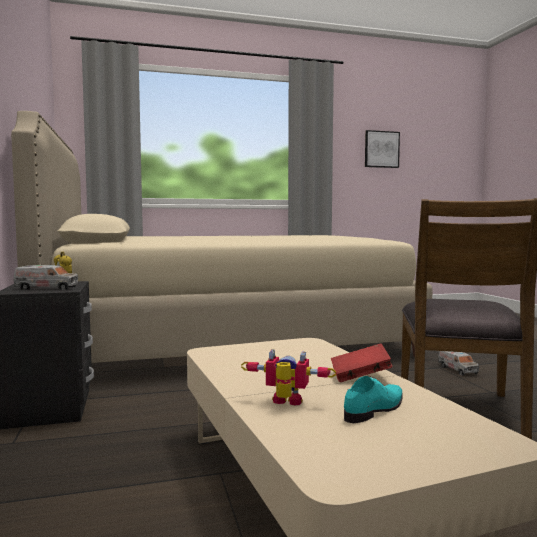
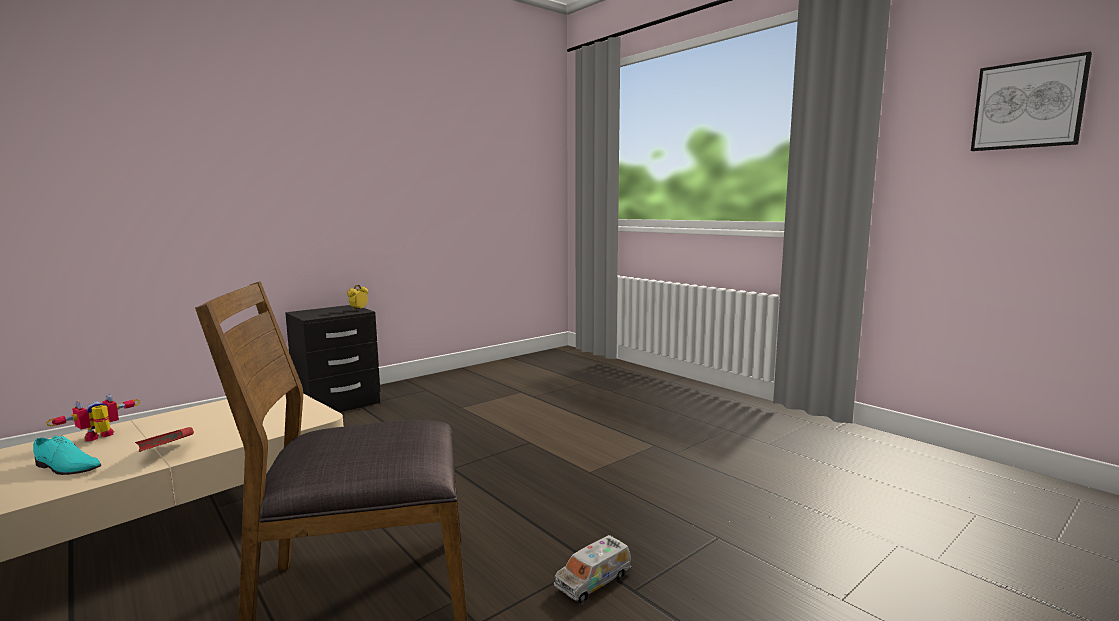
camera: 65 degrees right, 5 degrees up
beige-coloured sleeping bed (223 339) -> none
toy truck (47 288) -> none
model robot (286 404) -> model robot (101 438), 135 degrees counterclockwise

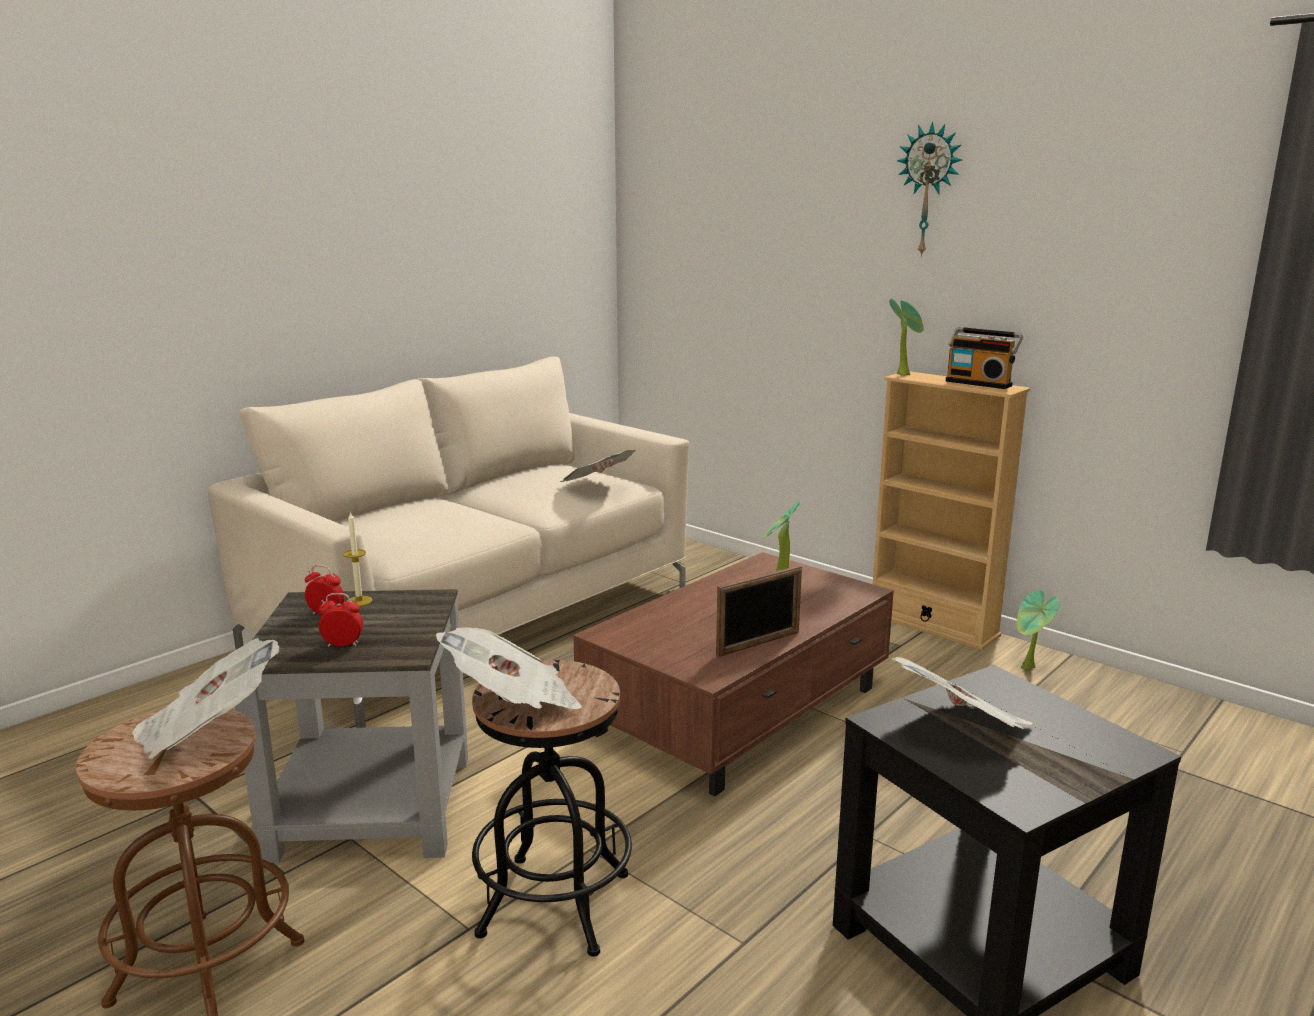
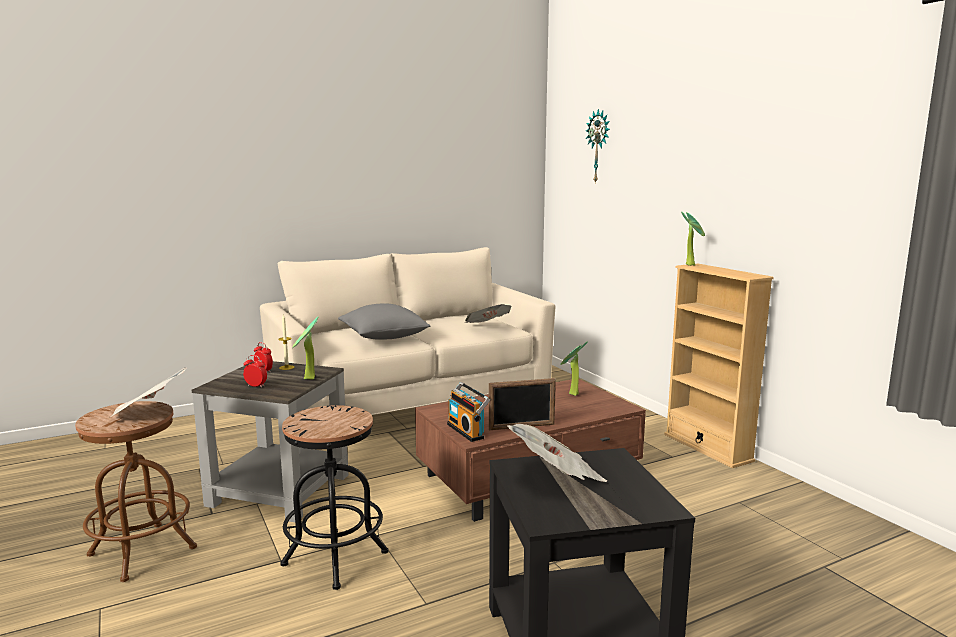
camera: 20 degrees right, 5 degrees down
daily paper (513 702) -> none
none -> gray throw pillow (383 337)
wall clock (929 190) -> wall clock (599 146), relocated
radio receiver (979 383) -> radio receiver (467 431), relocated
houseplant (1028 669) -> houseplant (308 379), relocated

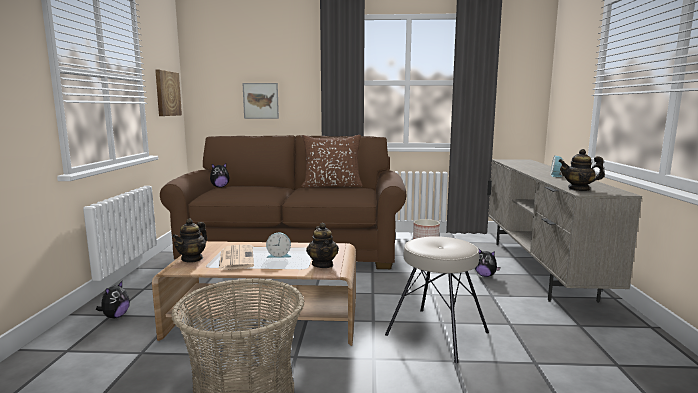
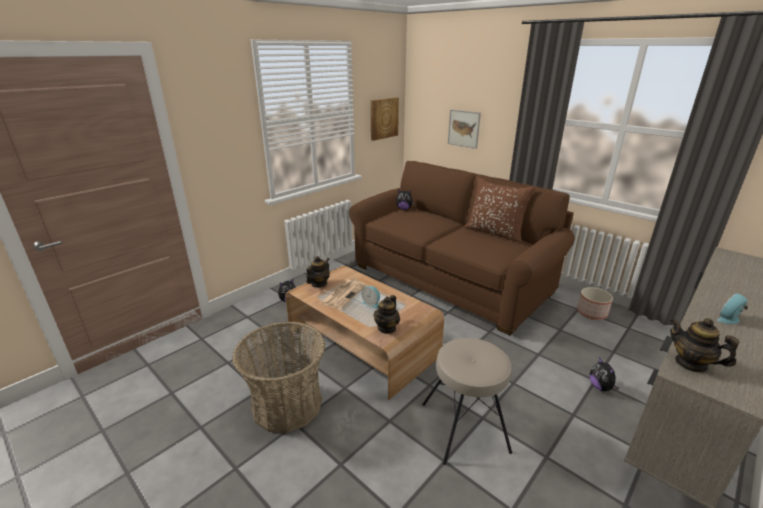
camera: 40 degrees right, 15 degrees up
pot for tea (192 259) -> pot for tea (319 284), 150 degrees clockwise

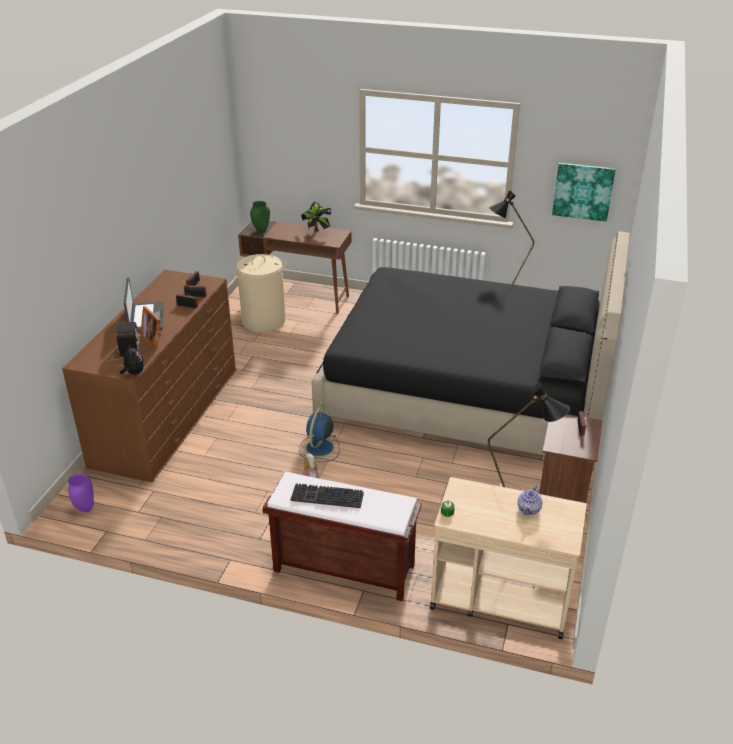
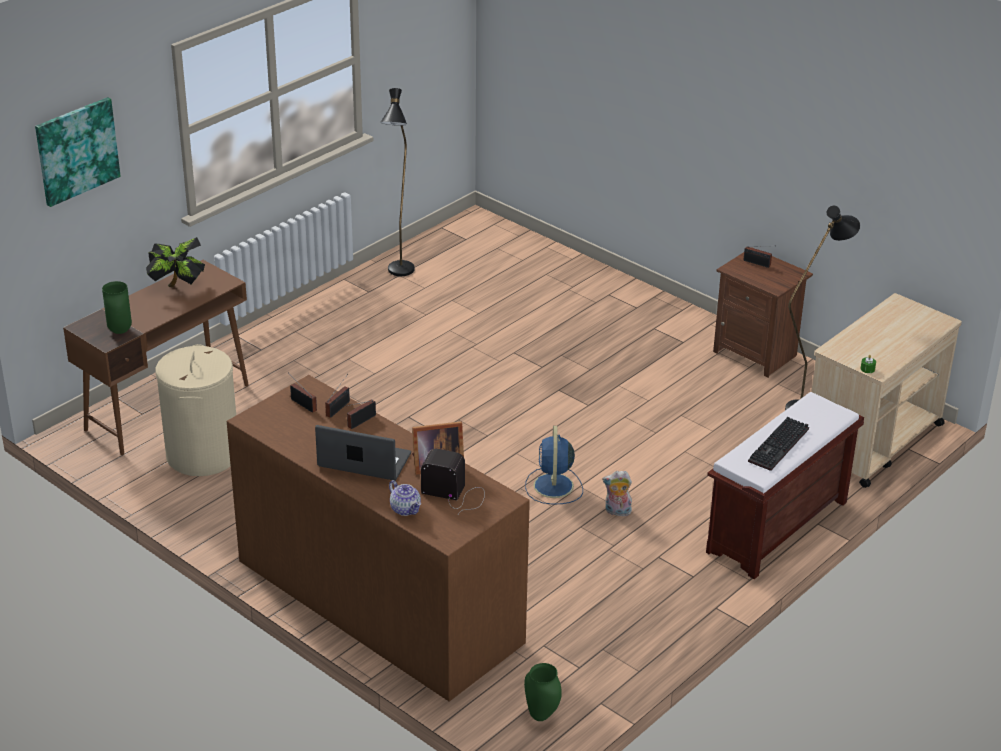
camera: 65 degrees left, 0 degrees up
plush toy (134 373) -> none
black sleeping bed (466 392) -> none
pot for tea (529 509) -> pot for tea (406 509), relocated
wall art (583 191) -> wall art (76 150), relocated
purplish flower vase (85 509) -> green-coloured flower vase (541 716)
blue-coloured cooling fan (319 448) -> blue-coloured cooling fan (553 487), 45 degrees clockwise

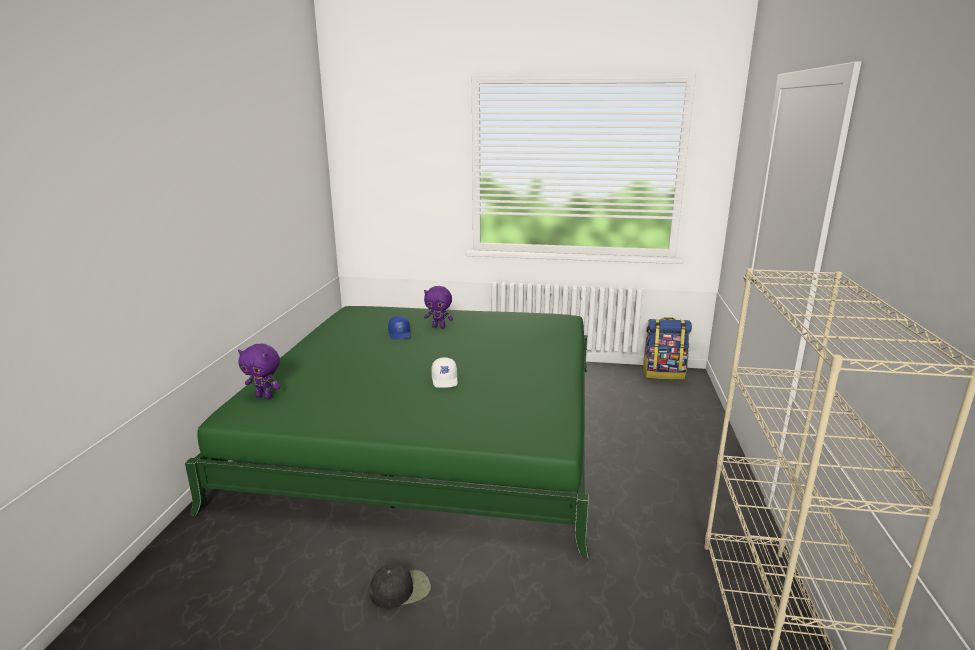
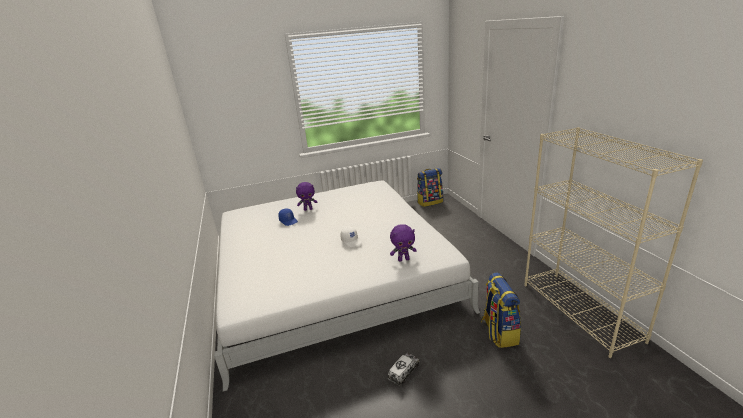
camera: 25 degrees left, 5 degrees up
none -> knapsack (498 332)
purplish plush toy (264 396) -> purplish plush toy (403 259), relocated
black cap (401 589) -> toy truck (404 372)
green-coloured sleeping bed (430 427) -> white sleeping bed (330 274)

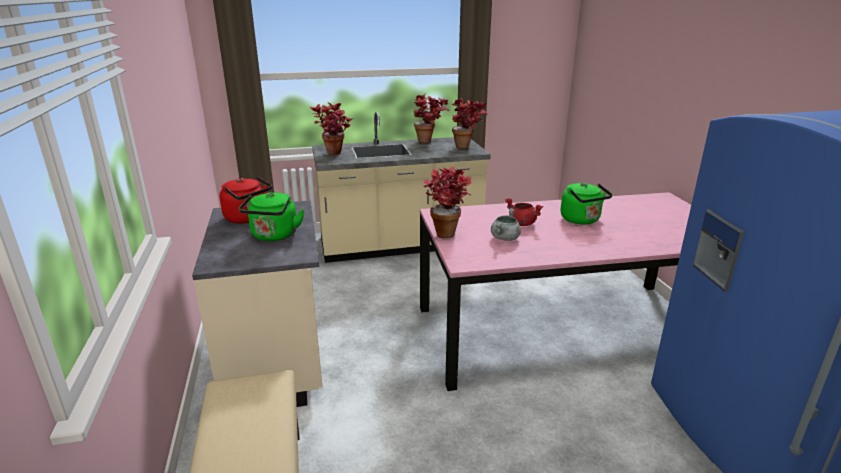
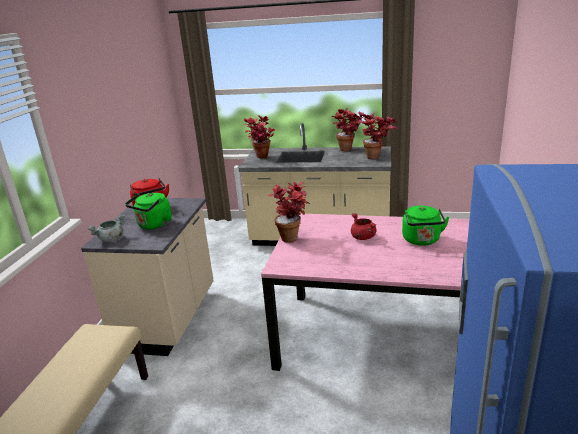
camera: 25 degrees right, 0 degrees up
gray stockpot (505 238) -> gray stockpot (111 240), relocated

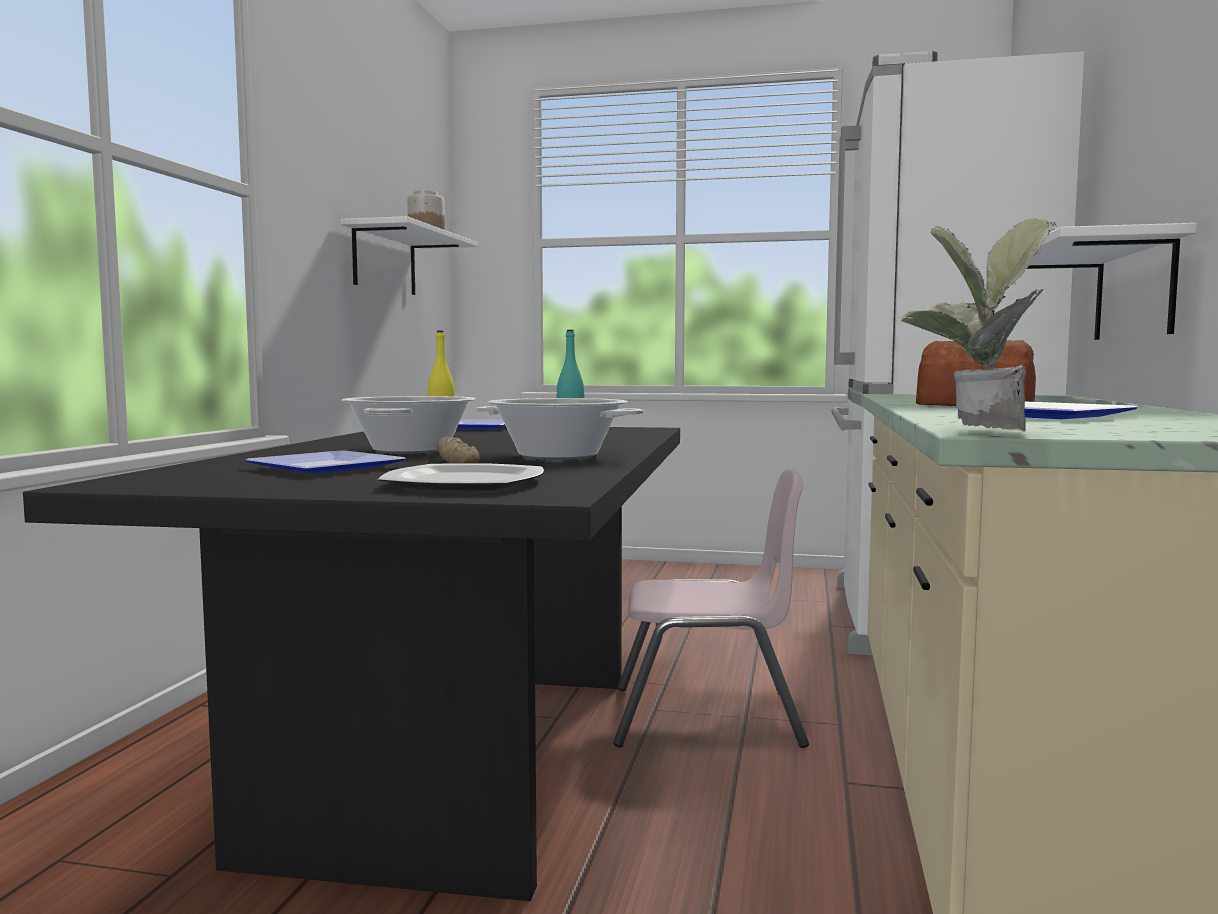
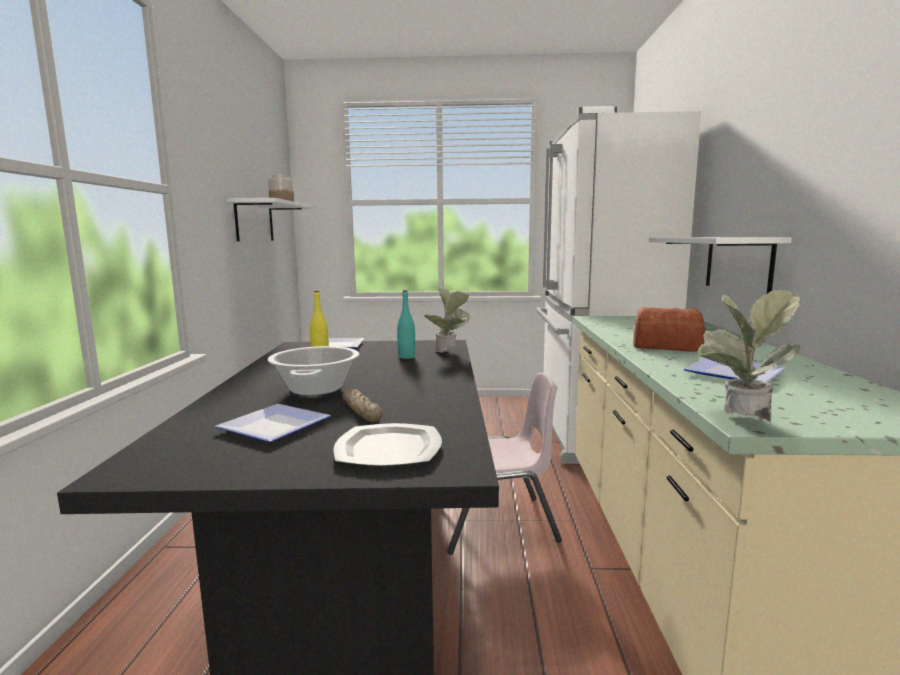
camera: 10 degrees left, 5 degrees up
stockpot (558 456) -> none
none -> houseplant (450 352)

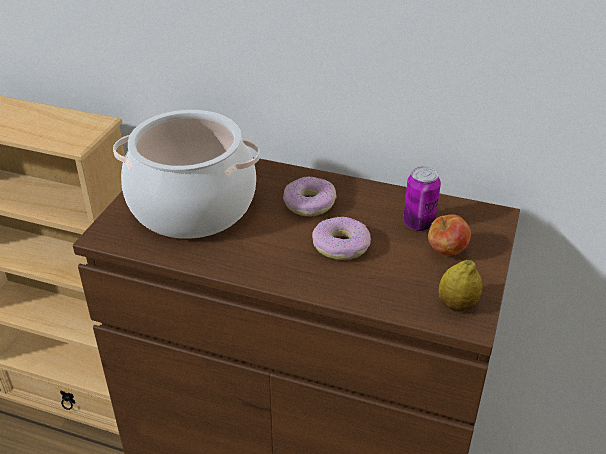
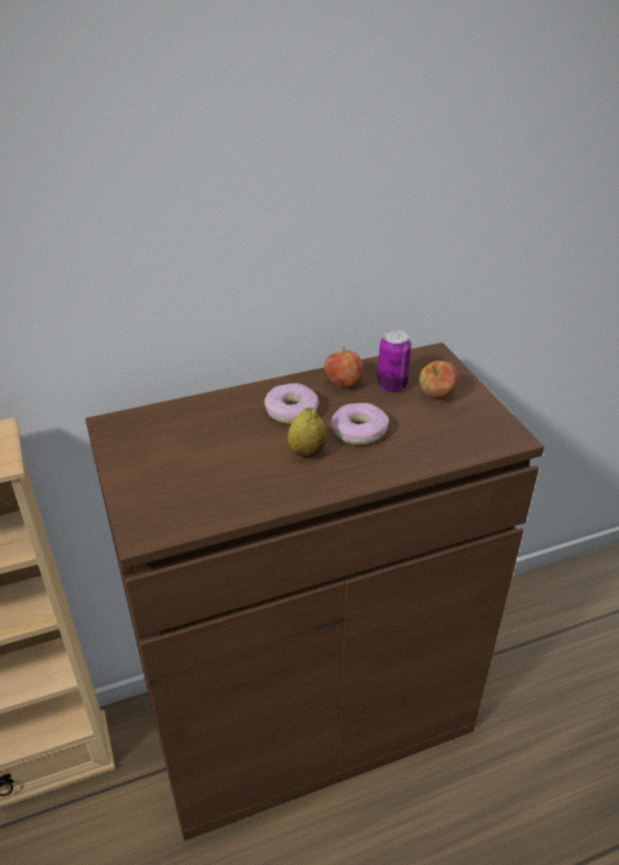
camera: 40 degrees left, 0 degrees up
stockpot (191 206) -> none
none -> apple fruit (343 384)
citrus fruit (457 305) -> citrus fruit (307 452), relocated

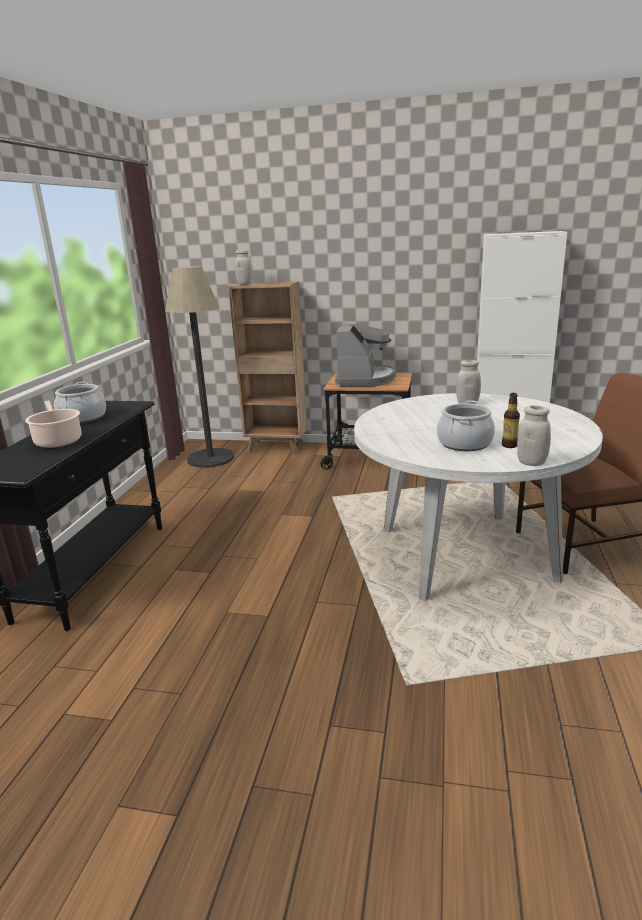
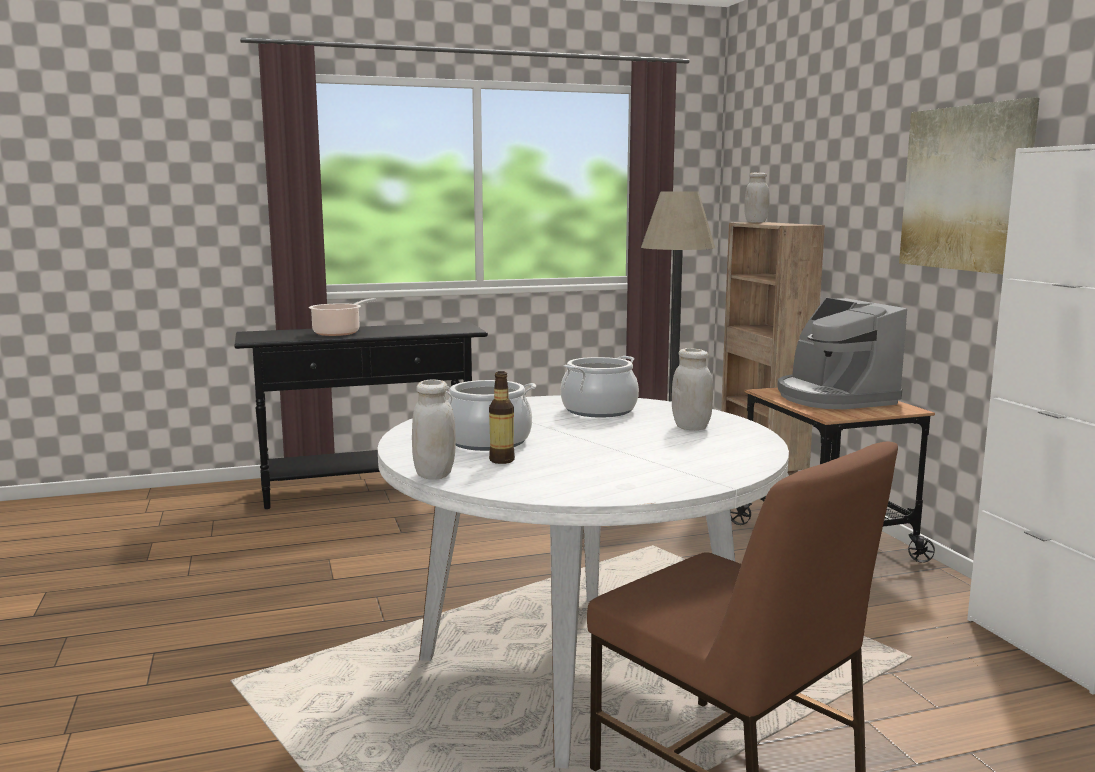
camera: 60 degrees right, 10 degrees down
none -> wall art (966 188)
stockpot (83 418) -> stockpot (599 410), relocated
coffee machine (364 379) -> coffee machine (833 397), 90 degrees clockwise

